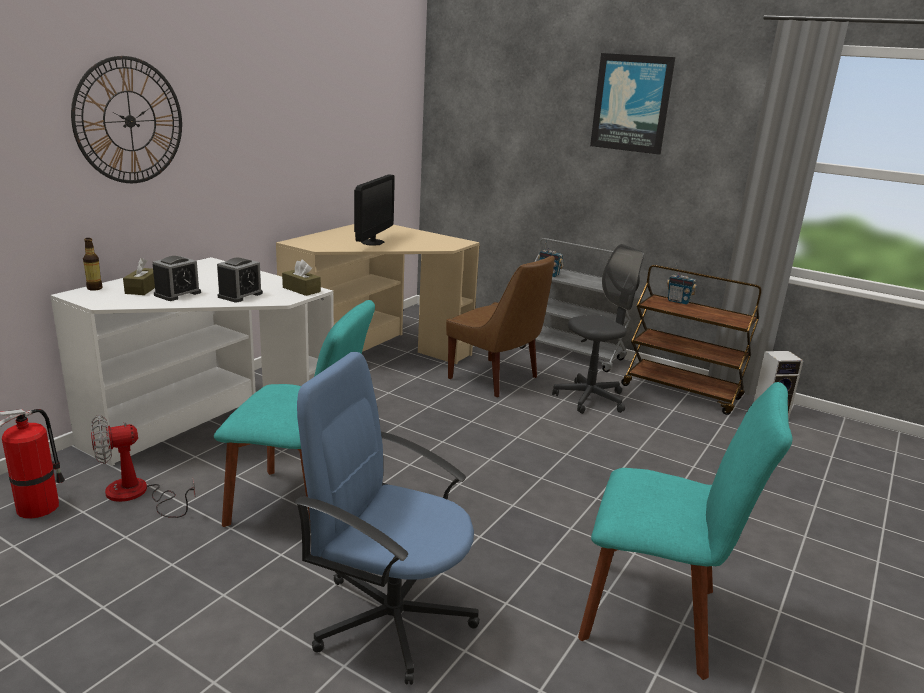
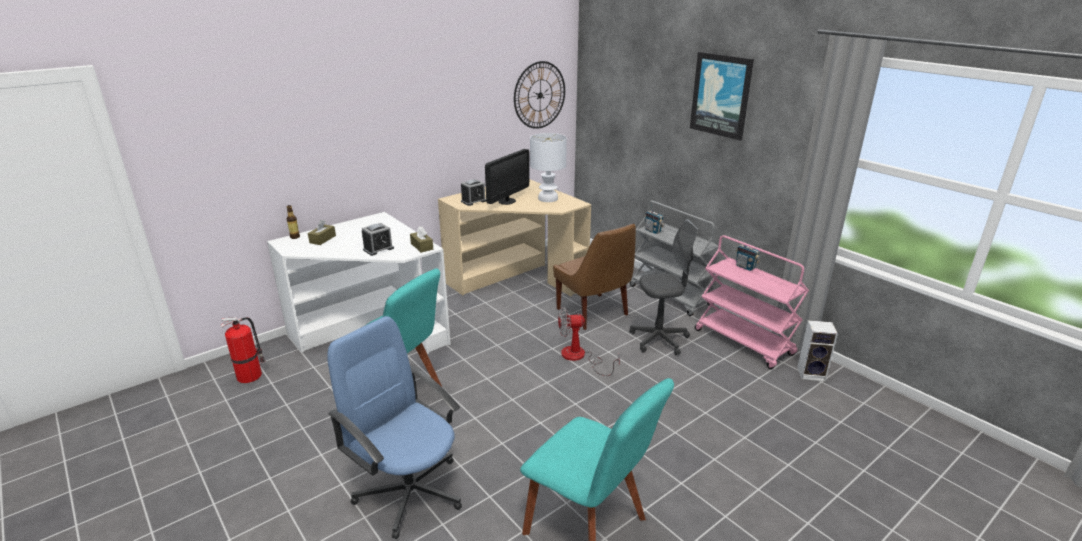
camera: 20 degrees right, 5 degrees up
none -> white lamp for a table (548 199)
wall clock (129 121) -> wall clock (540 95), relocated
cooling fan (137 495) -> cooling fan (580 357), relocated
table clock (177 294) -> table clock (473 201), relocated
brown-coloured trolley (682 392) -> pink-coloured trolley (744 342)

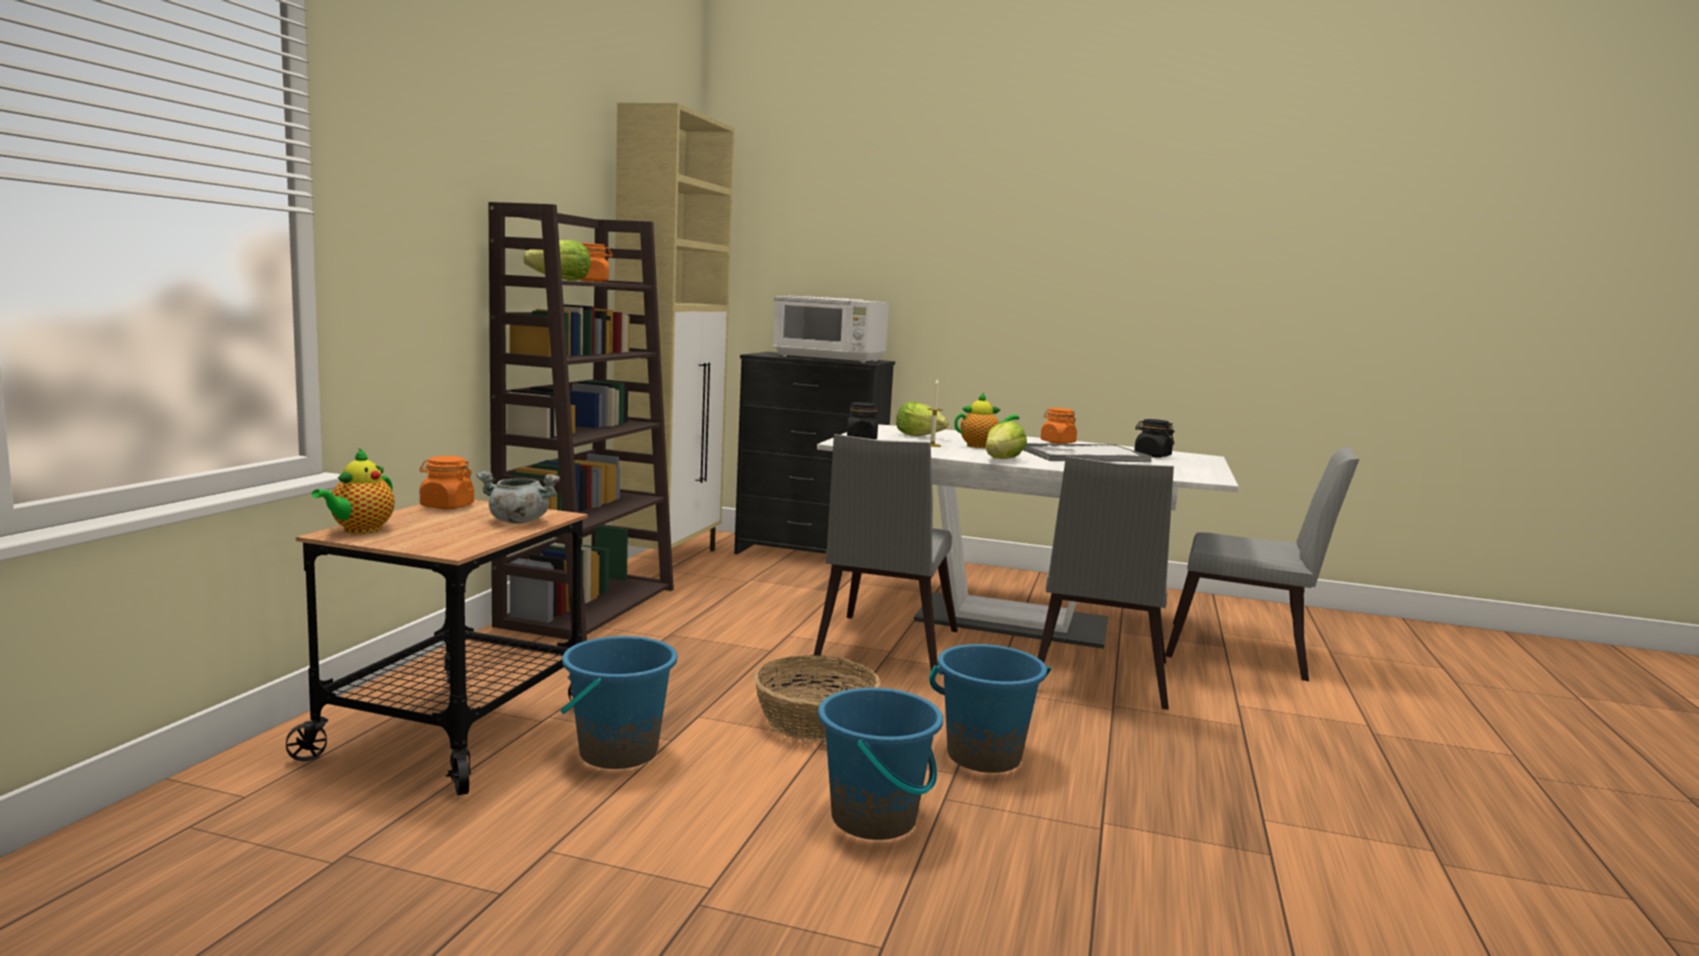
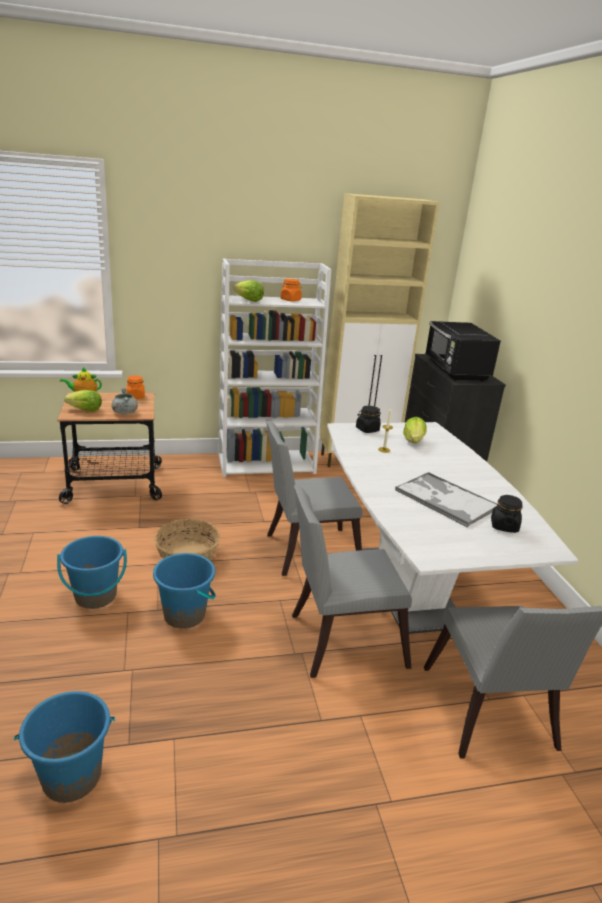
camera: 60 degrees right, 15 degrees up
pot for tea (981 446) -> none
orangey storage jar (1057 442) -> none
blue-coloured water bucket (618 752) -> blue-coloured water bucket (72 776), relocated
head of lettuce (1003 460) -> head of lettuce (85 410), relocated
brown-coloured shelving unit (588 606) -> white shelving unit (267 463)
white microwave (830 359) -> black microwave (455 371)

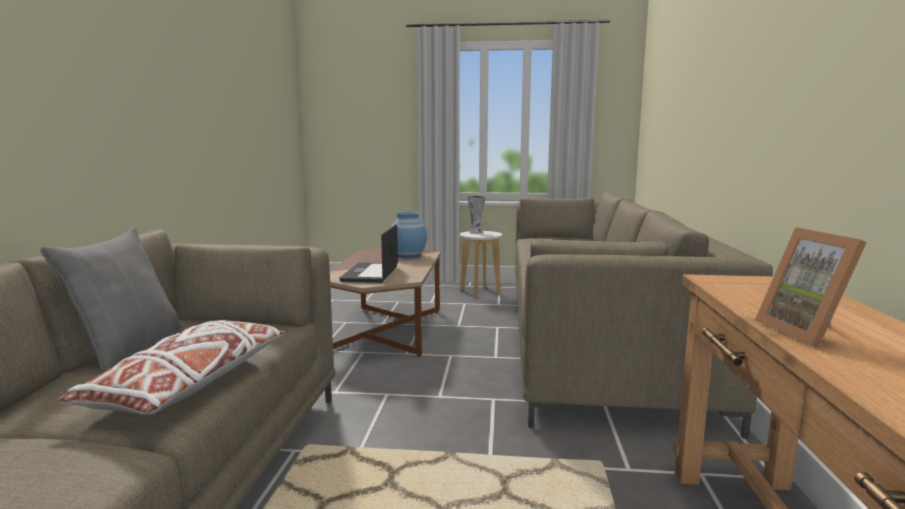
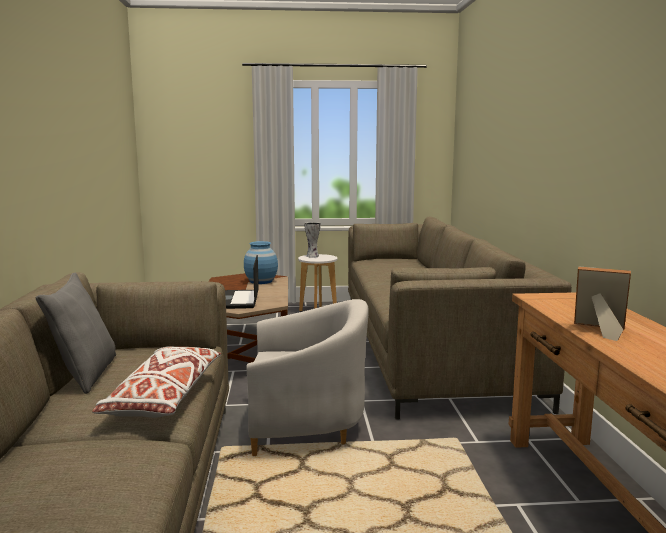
camera: 10 degrees left, 0 degrees up
none -> white armchair (304 426)
picture frame (808 332) -> picture frame (598 330), 135 degrees clockwise

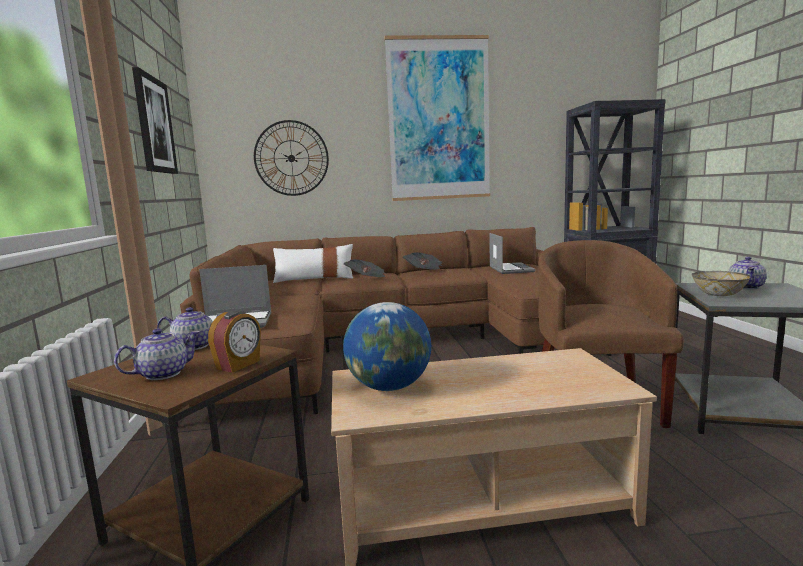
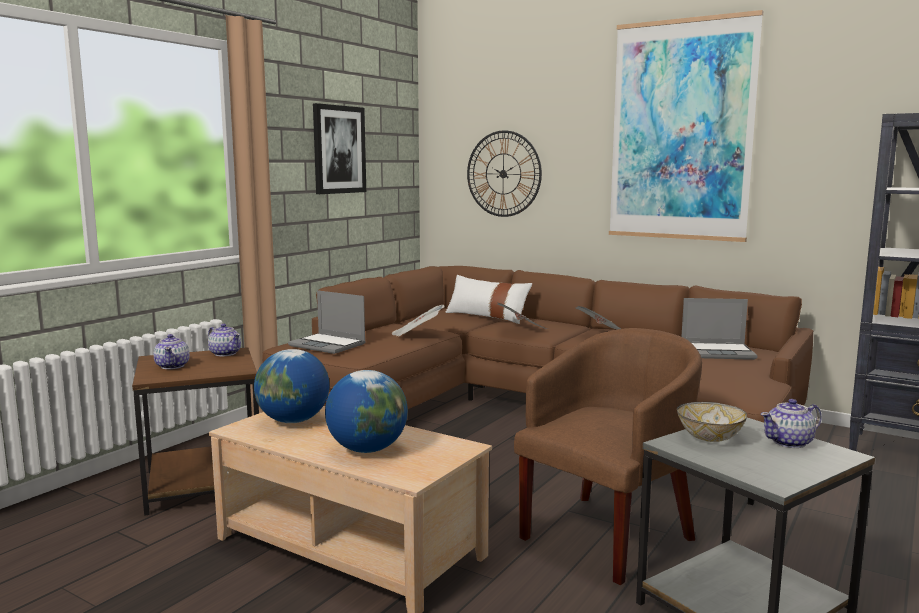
camera: 40 degrees right, 0 degrees up
table clock (239 365) -> none
none -> desk globe (367 449)
none -> daily paper (417 335)
pot for tea (162 374) -> pot for tea (173 366), 75 degrees clockwise
laptop (510 269) -> laptop (718 352), 60 degrees clockwise

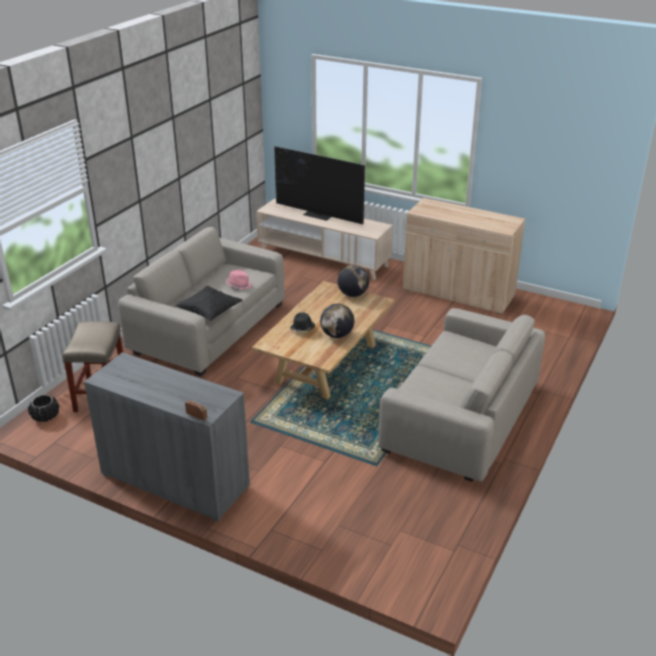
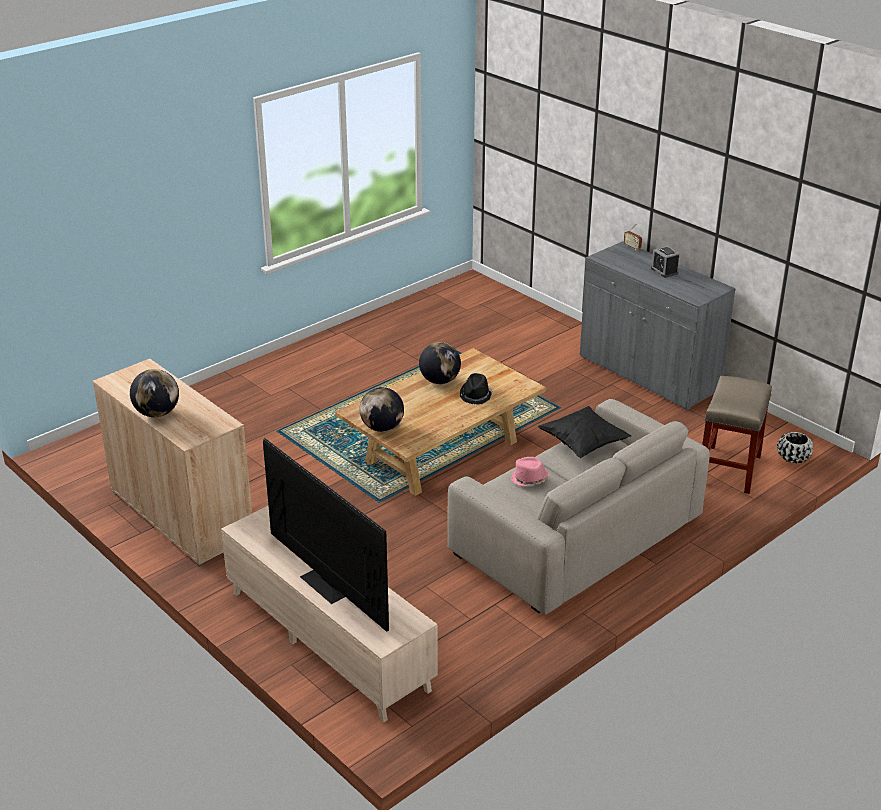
camera: 160 degrees left, 0 degrees up
beige-coloured couch (461 417) -> none
none -> desk globe (157 413)
none -> table clock (664 271)

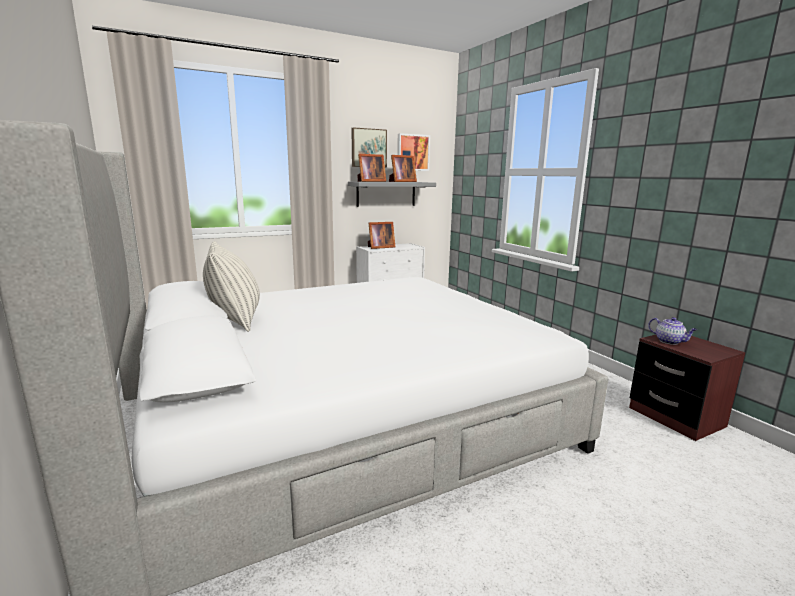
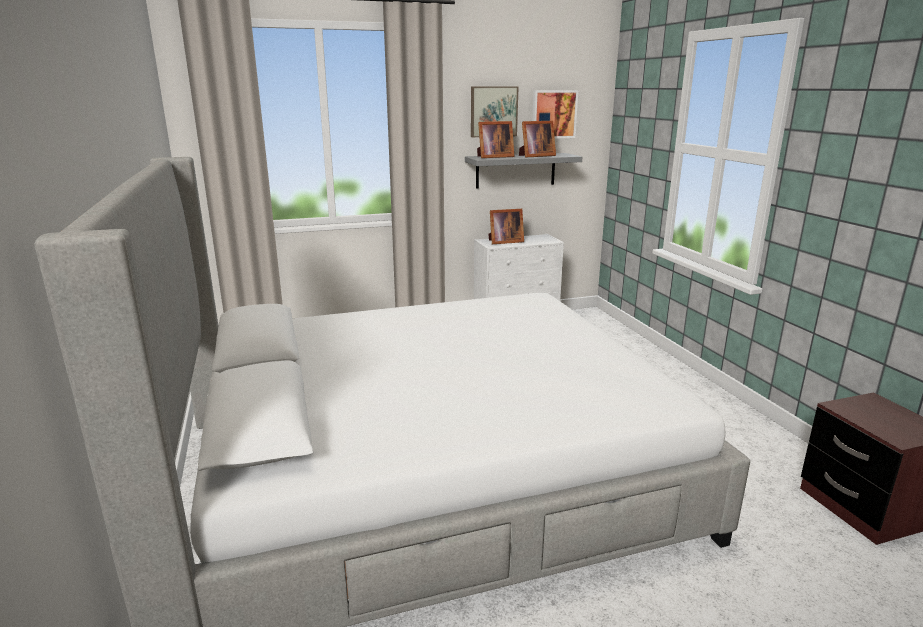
camera: 10 degrees right, 5 degrees up
throw pillow (235 320) -> none
pot for tea (670 341) -> none

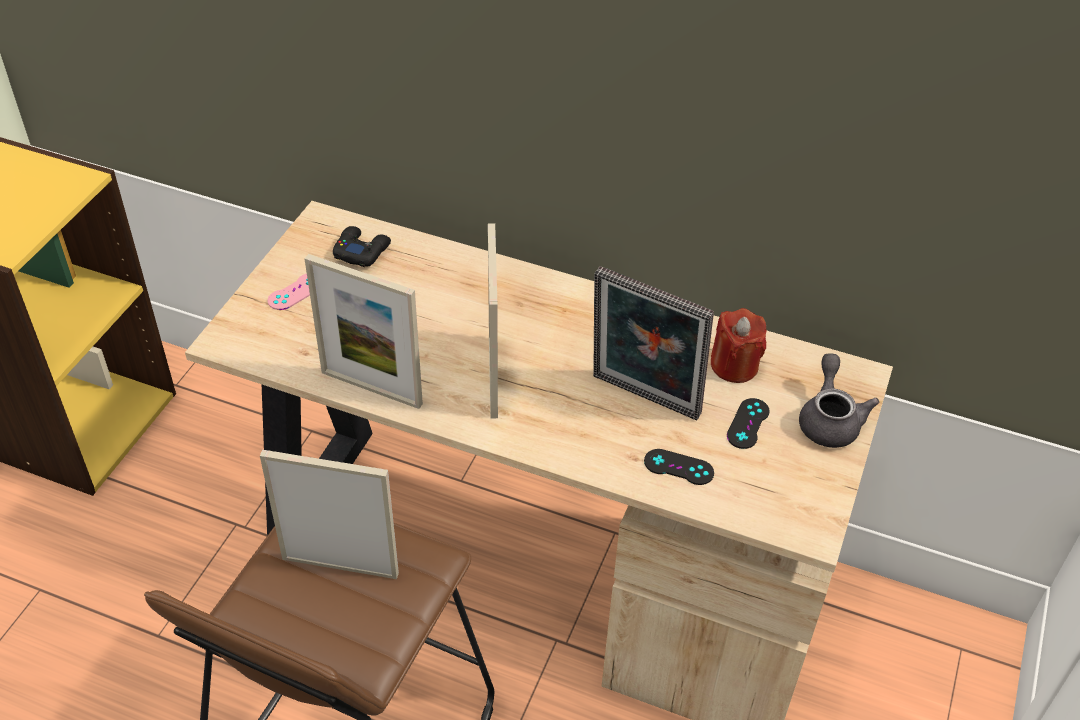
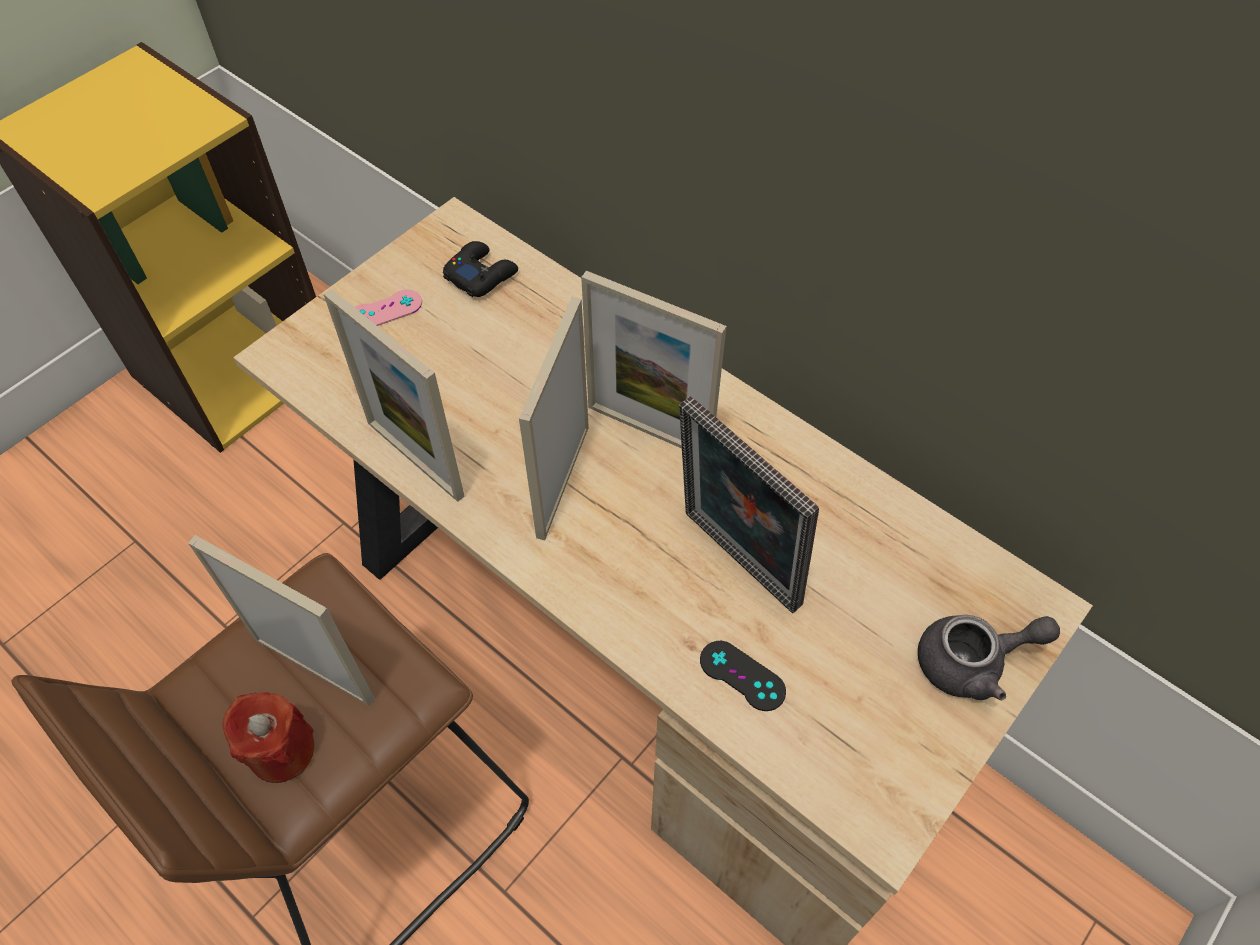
camera: 20 degrees right, 10 degrees up
black gamepad (748 423) -> none
none -> picture frame (649 430)
red-coloured candle (734 366) -> red-coloured candle (281 751), relocated
gray pot for tea (829 420) -> gray pot for tea (972 663), 60 degrees clockwise

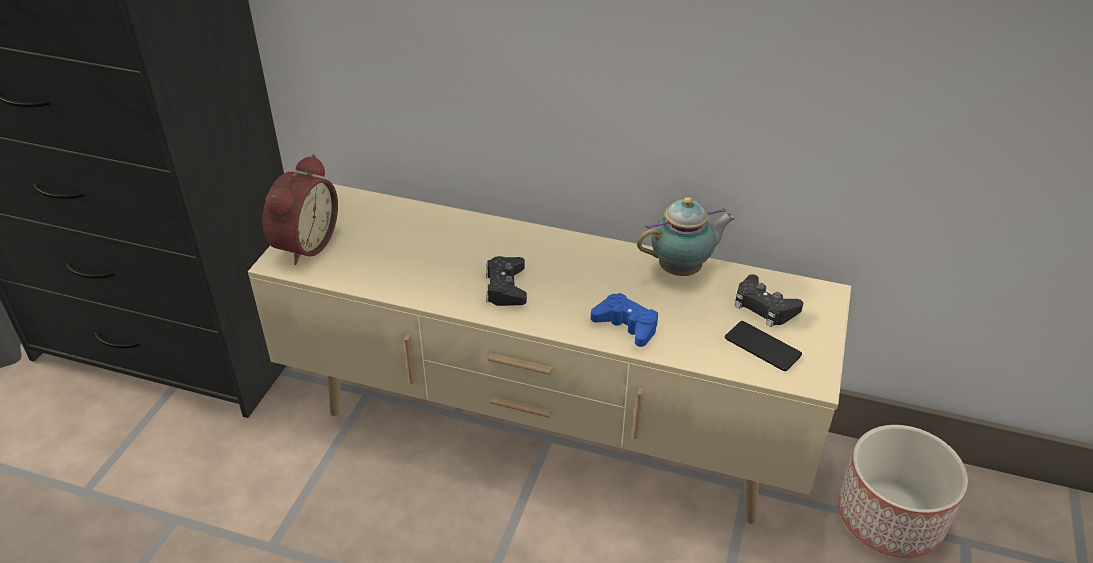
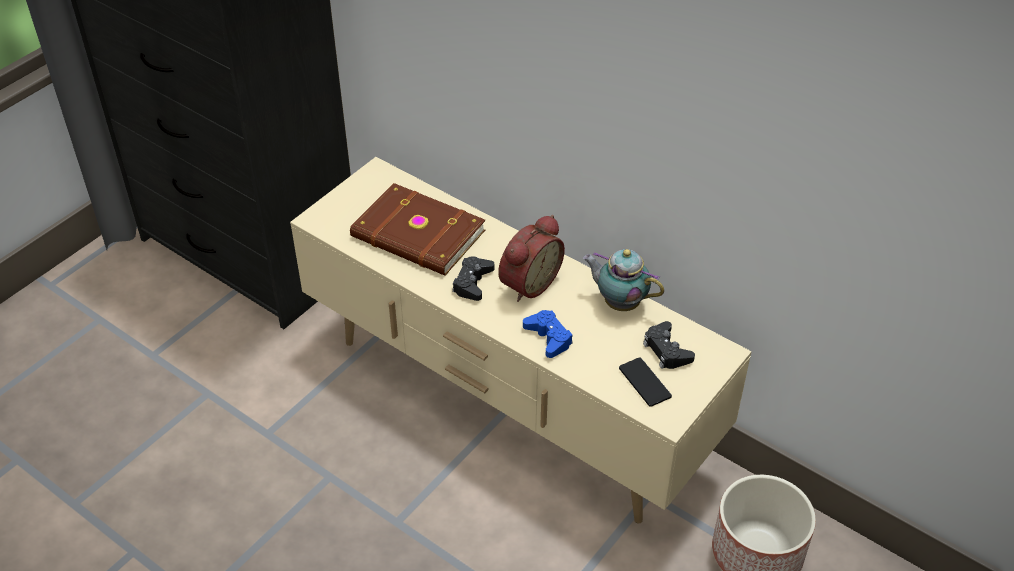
camera: 20 degrees right, 5 degrees up
none -> brown-coloured bound book (417 236)
table clock (303 244) -> table clock (527 283), relocated
pot for tea (683 269) -> pot for tea (619 302), 150 degrees counterclockwise

